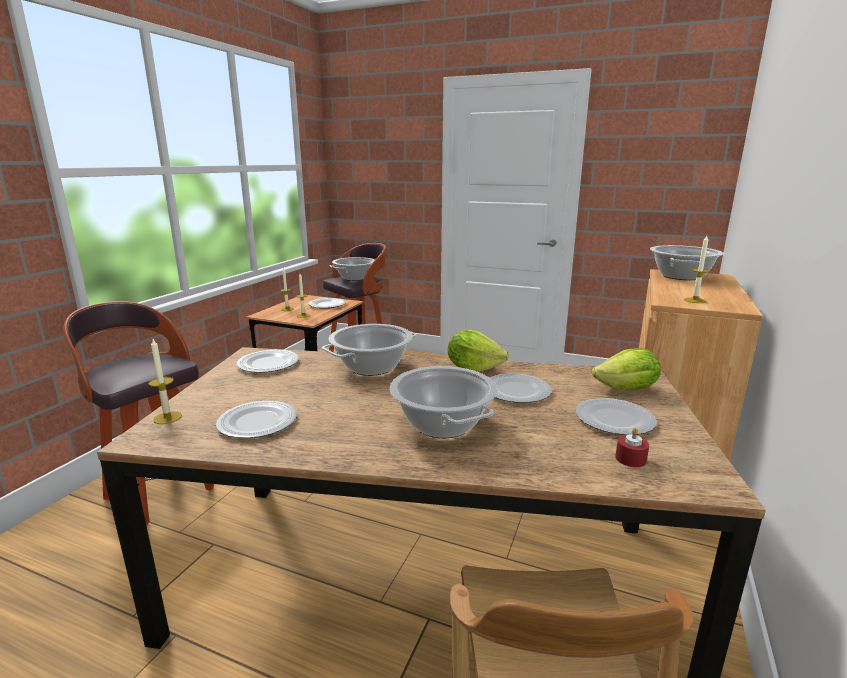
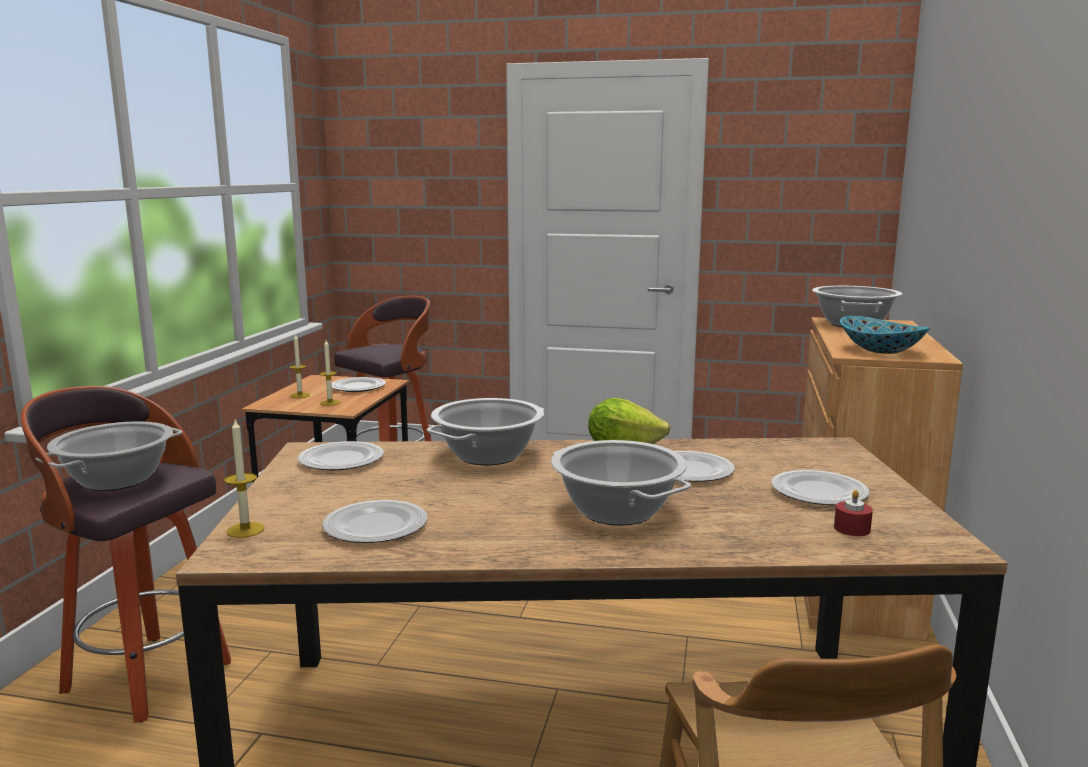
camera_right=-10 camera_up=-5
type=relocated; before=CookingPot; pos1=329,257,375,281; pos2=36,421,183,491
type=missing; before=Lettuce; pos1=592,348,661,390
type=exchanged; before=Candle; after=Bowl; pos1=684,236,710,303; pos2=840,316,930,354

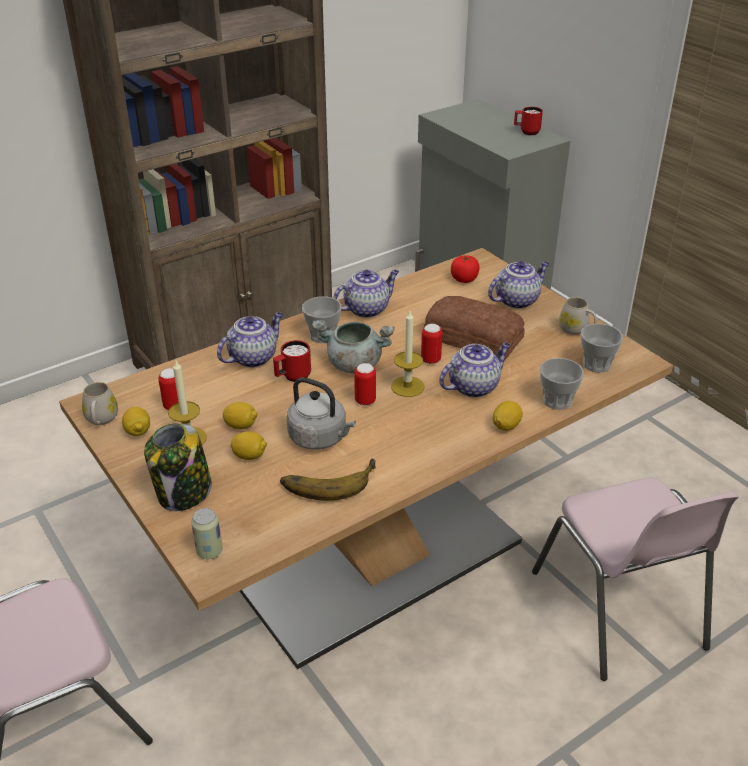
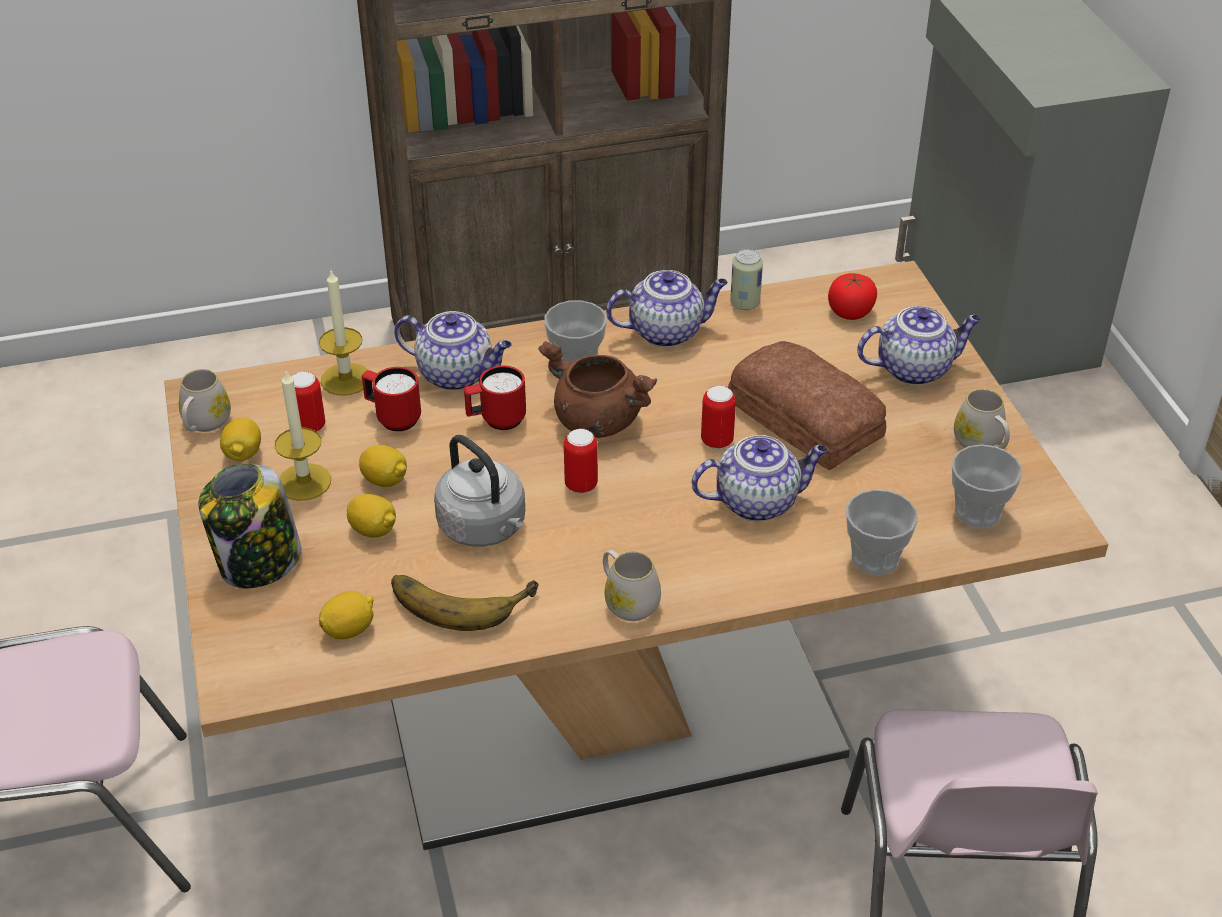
camera_right=20 camera_up=5
type=relocated; before=Can; pos1=191,508,222,559; pos2=730,249,763,310
type=spun; before=Teapot; pos1=217,312,283,368; pos2=394,311,512,391; turn=45
type=colour; before=GreyCookingPot; after=BrownCookingPot; pos1=312,320,395,373; pos2=539,341,657,438
type=relocated; before=Candle; pos1=391,311,425,397; pos2=319,271,368,396
type=relocated; before=Lemon; pos1=493,401,523,431; pos2=319,591,373,639
type=relocated; before=RedMug; pos1=514,107,543,135; pos2=362,367,421,431
type=appeared; after=WhiteMug; pos2=603,550,661,621

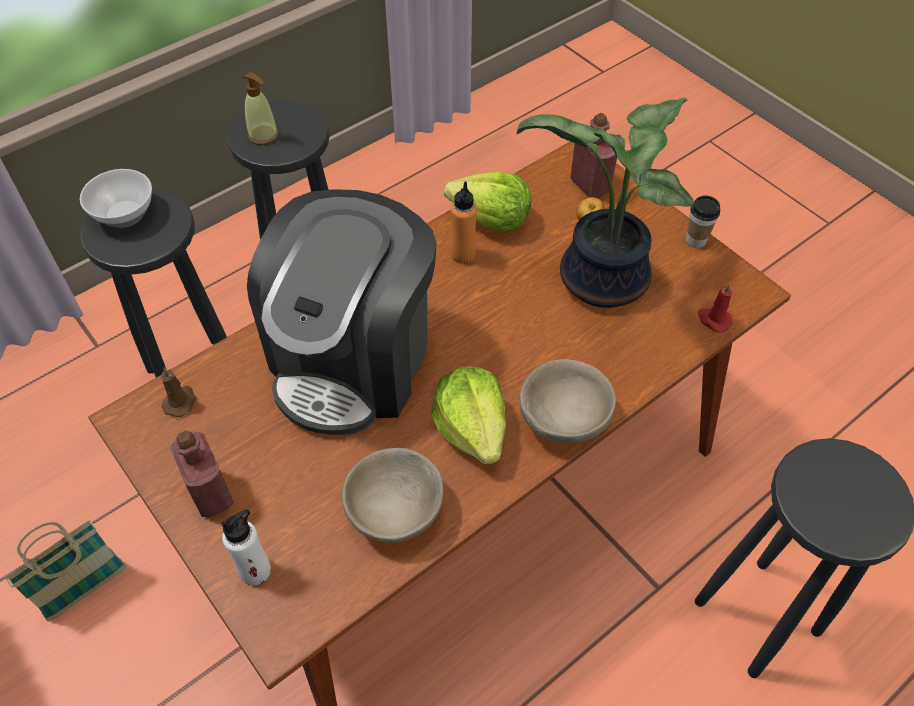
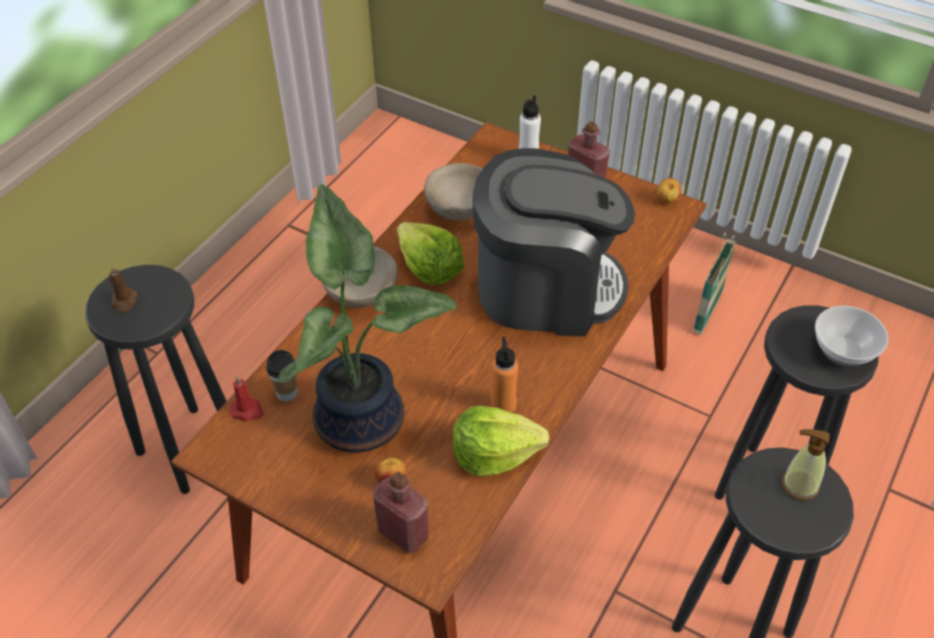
camera_right=160 camera_up=-5
type=relocated; before=BrownCandle; pos1=161,367,196,417; pos2=109,265,138,313
type=spun; before=CoffeeMachine; pos1=247,189,437,435; pos2=473,148,635,337; turn=90
type=relocated; before=Cup; pos1=686,195,720,248; pos2=266,350,297,402
type=appeared; after=Apple; pos2=657,178,682,204

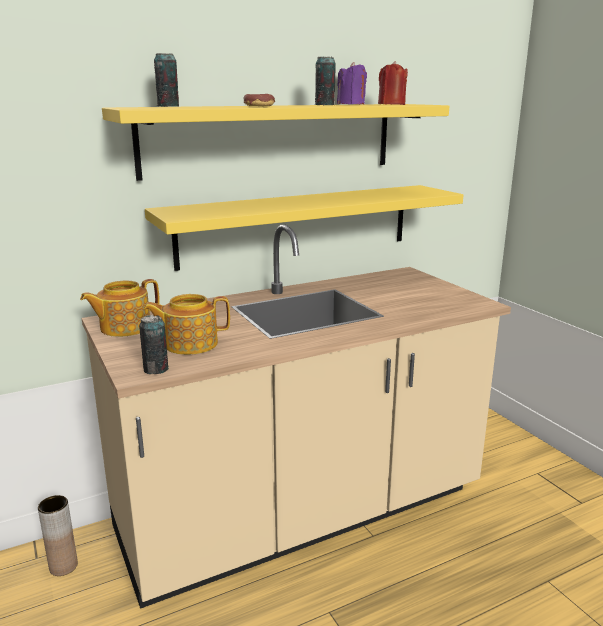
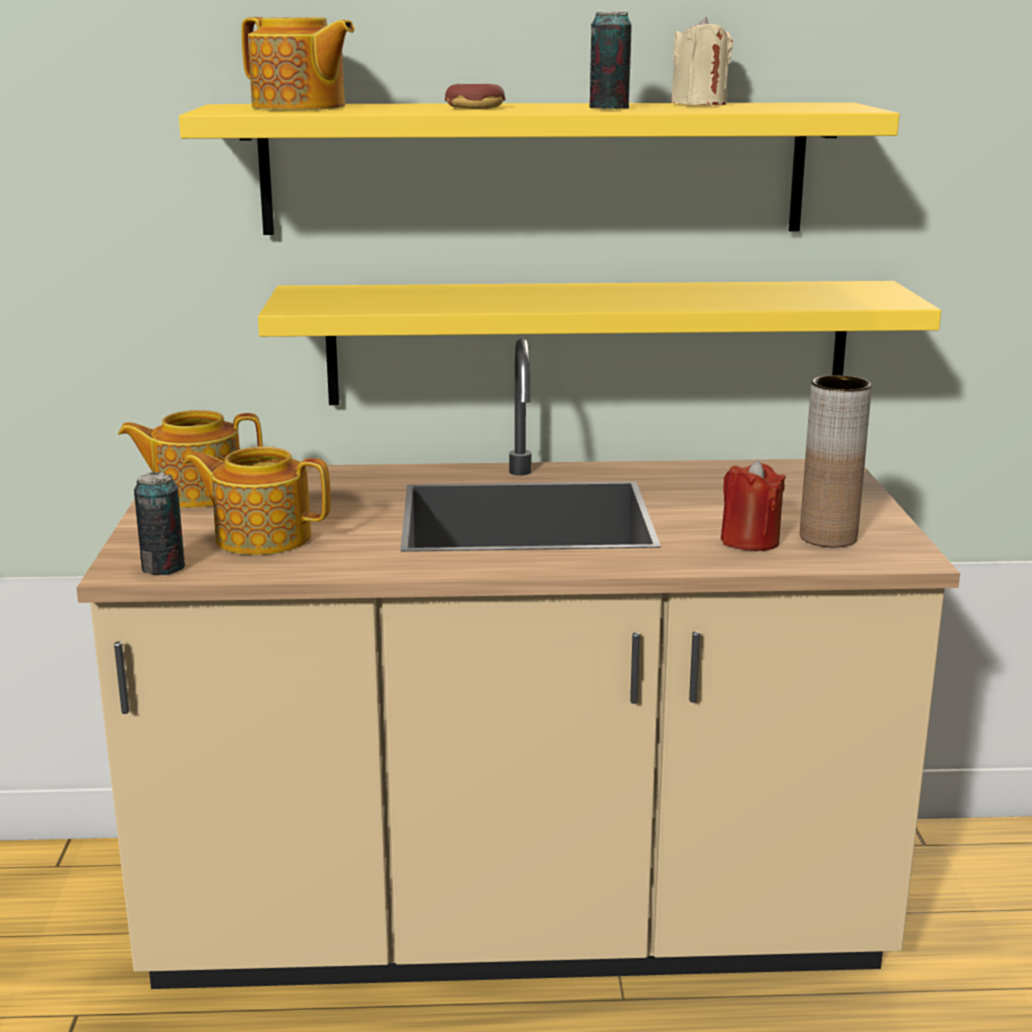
camera_right=25 camera_up=0
type=relocated; before=BrownVase; pos1=38,495,78,576; pos2=800,375,872,547
type=exchanged; before=Can; after=Teapot; pos1=154,53,179,107; pos2=241,17,355,110
type=colour; before=PurpleCandle; after=BeigeCandle; pos1=337,62,367,104; pos2=671,17,733,105
type=relocated; before=RedCandle; pos1=378,61,408,105; pos2=721,459,786,551

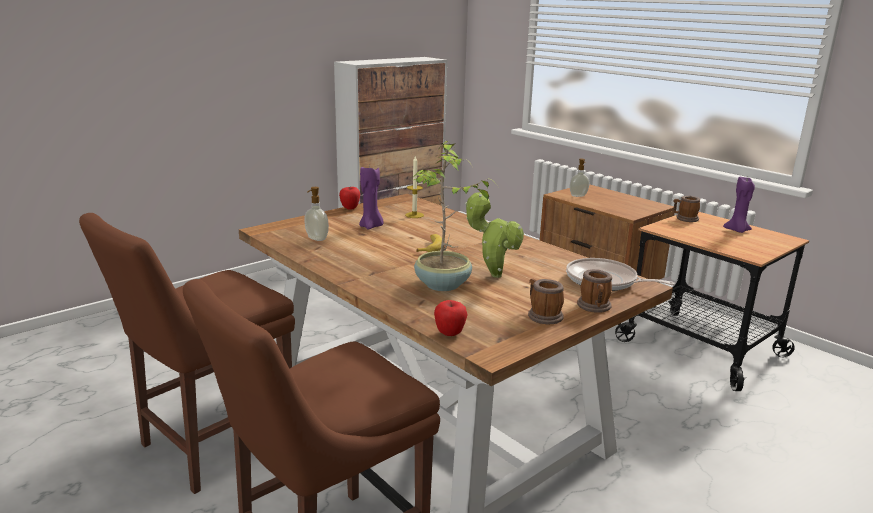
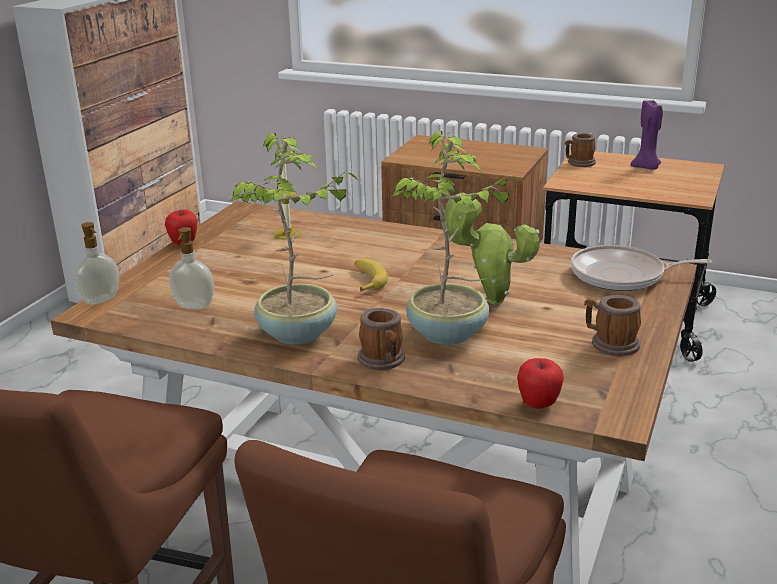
camera_right=-25 camera_up=5
type=missing; before=PurpleCandle; pos1=359,167,384,230
type=relocated; before=SoapDispenser; pos1=570,159,589,197; pos2=74,222,119,305
type=relocated; before=Mug; pos1=577,269,612,313; pos2=358,308,405,370
type=appeared; after=PottedPlant; pos2=230,133,357,345

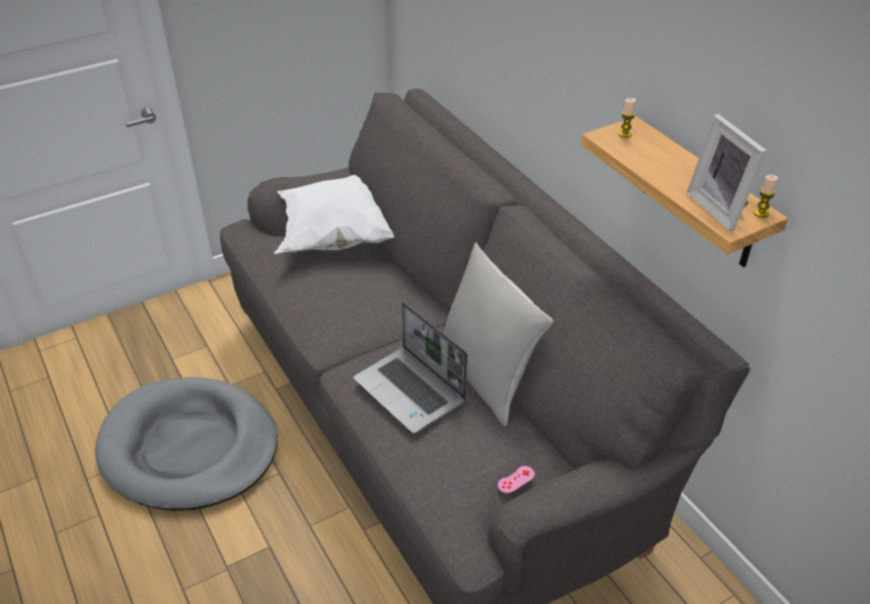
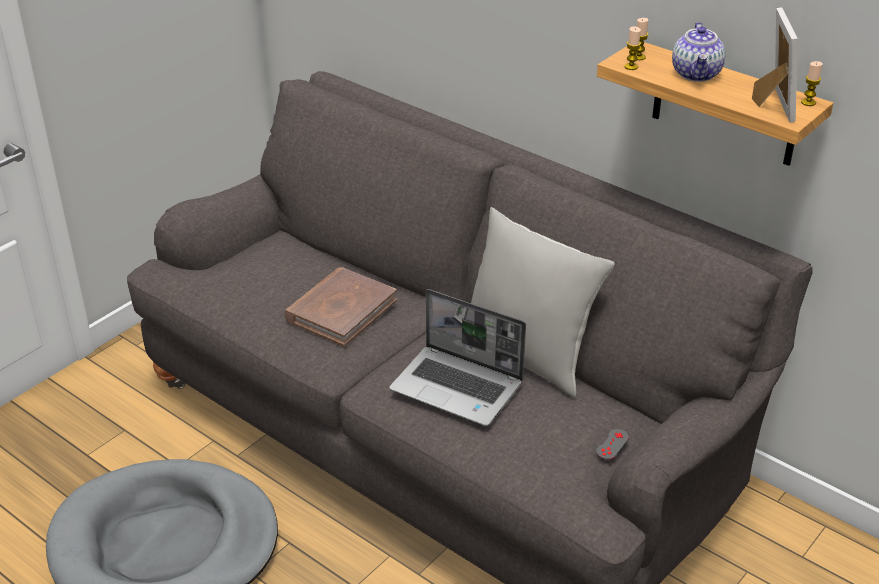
camera_right=-20 camera_up=-5
type=missing; before=WhitePillow; pos1=274,175,394,254
type=colour; before=PinkGameController; after=GreyGameController; pos1=498,466,535,493; pos2=596,429,629,460
type=spun; before=PictureFrame; pos1=686,114,767,232; pos2=752,7,798,123; turn=-135
type=appeared; after=BrownBook; pos2=284,267,397,347
type=appeared; after=Candle; pos2=624,26,641,70
type=appeared; after=Teapot; pos2=672,22,725,82

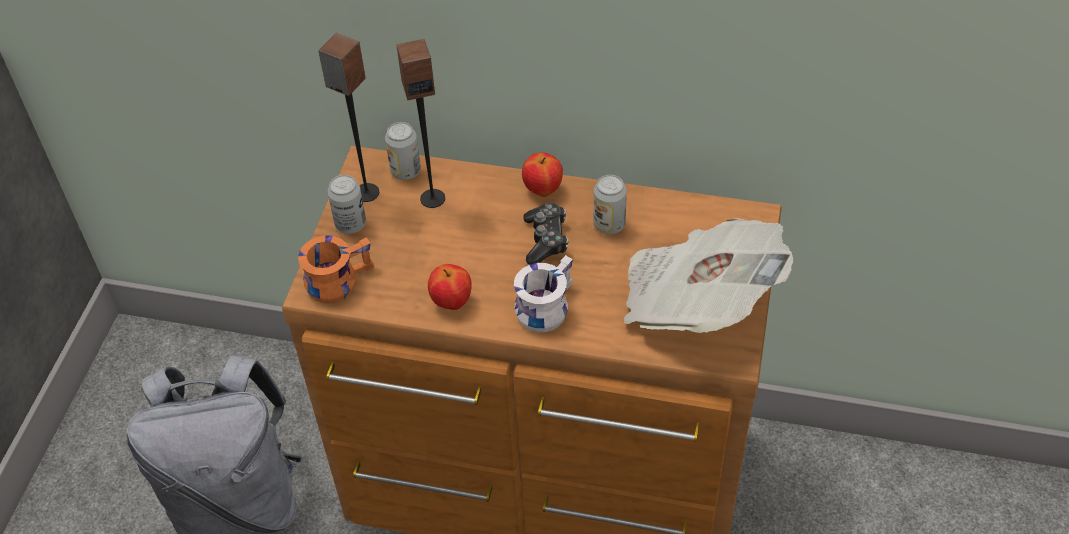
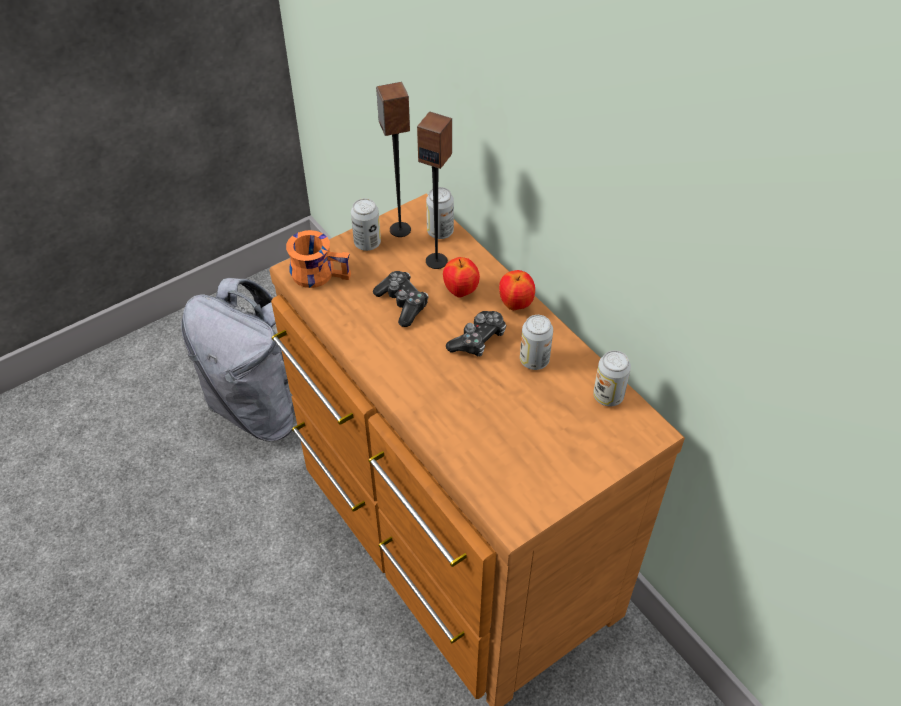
camera_right=40 camera_up=0
type=relocated; before=Apple; pos1=428,264,472,310; pos2=443,257,480,297
type=missing; before=WhiteMug; pos1=514,255,573,332
type=missing; before=Newspaper; pos1=624,218,793,333
type=appeared; after=GameController; pos2=373,271,428,327
type=appeared; after=Can; pos2=593,350,631,406

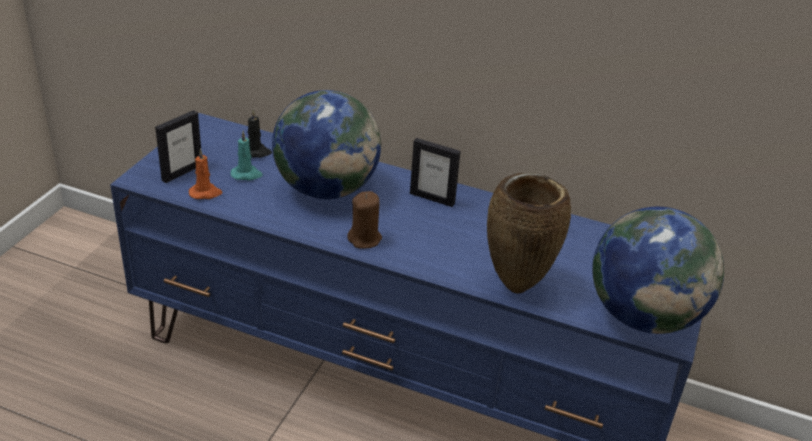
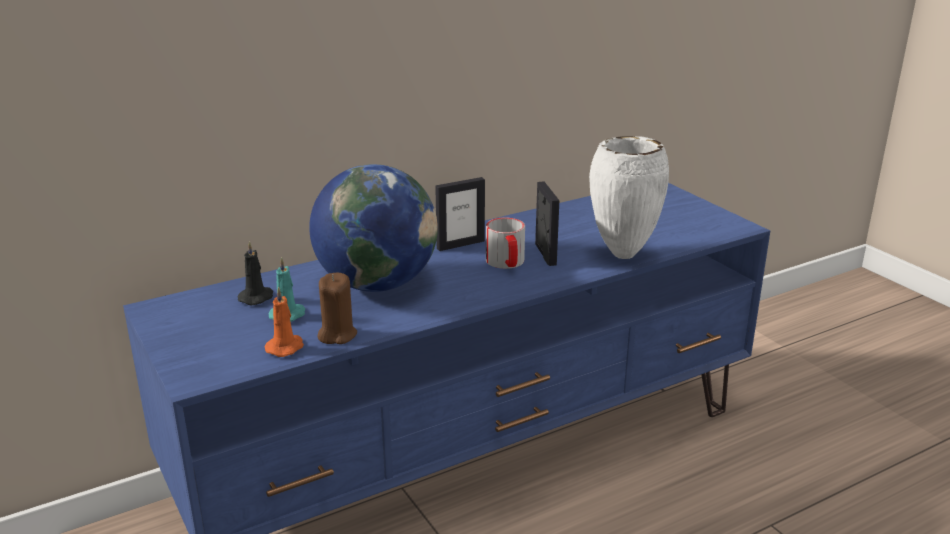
camera_right=-50 camera_up=-10
type=relocated; before=PictureFrame; pos1=155,110,201,183; pos2=535,182,559,266
type=relocated; before=BrownCandle; pos1=347,191,382,249; pos2=318,273,357,344
type=colour; before=BrownVase; after=WhiteVase; pos1=487,173,571,294; pos2=589,136,669,259
type=missing; before=Globe; pos1=592,207,724,334
type=appeared; after=Mug; pos2=486,218,525,269

